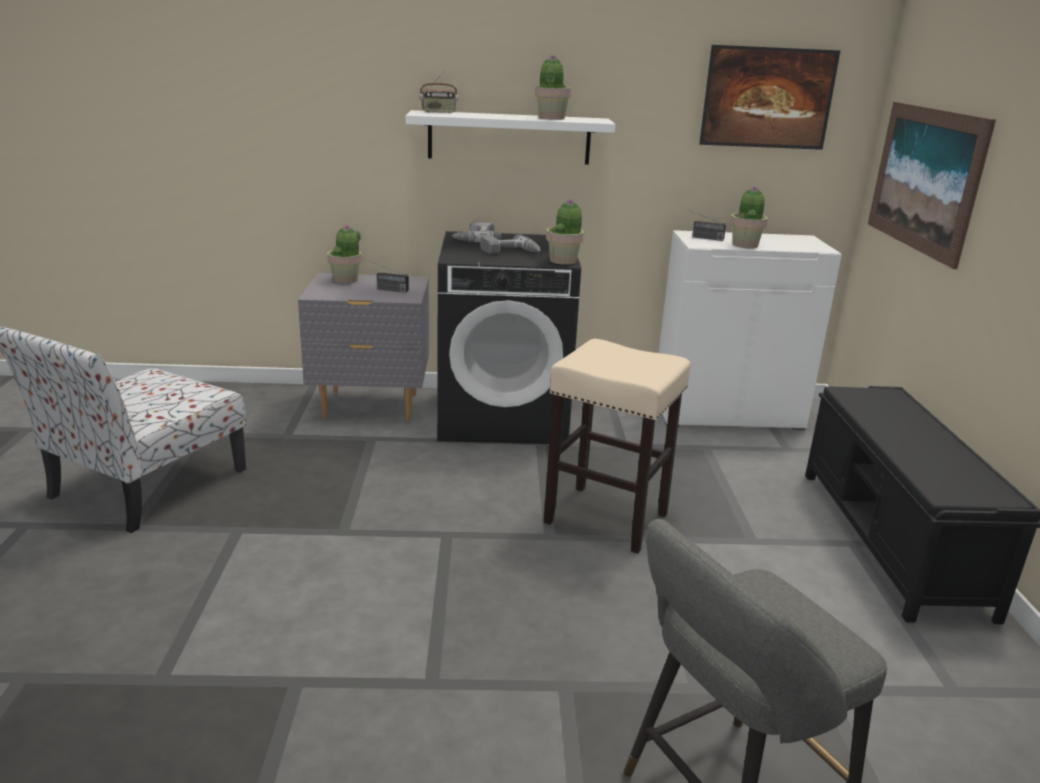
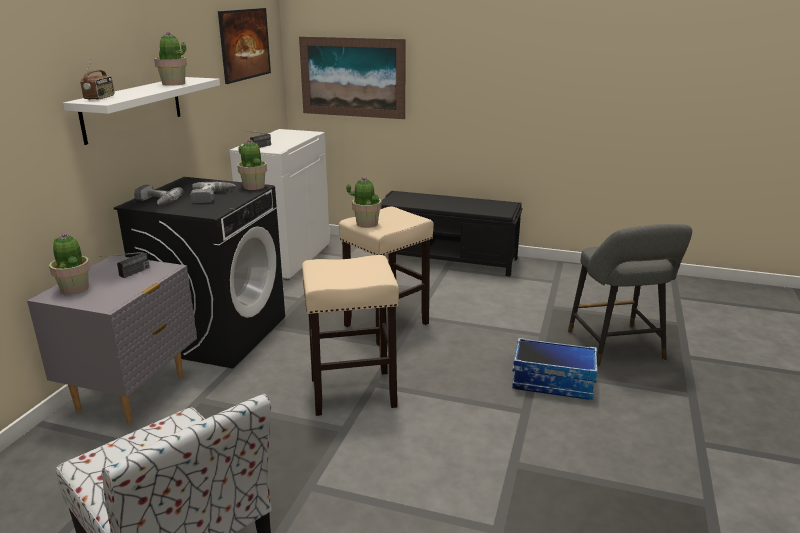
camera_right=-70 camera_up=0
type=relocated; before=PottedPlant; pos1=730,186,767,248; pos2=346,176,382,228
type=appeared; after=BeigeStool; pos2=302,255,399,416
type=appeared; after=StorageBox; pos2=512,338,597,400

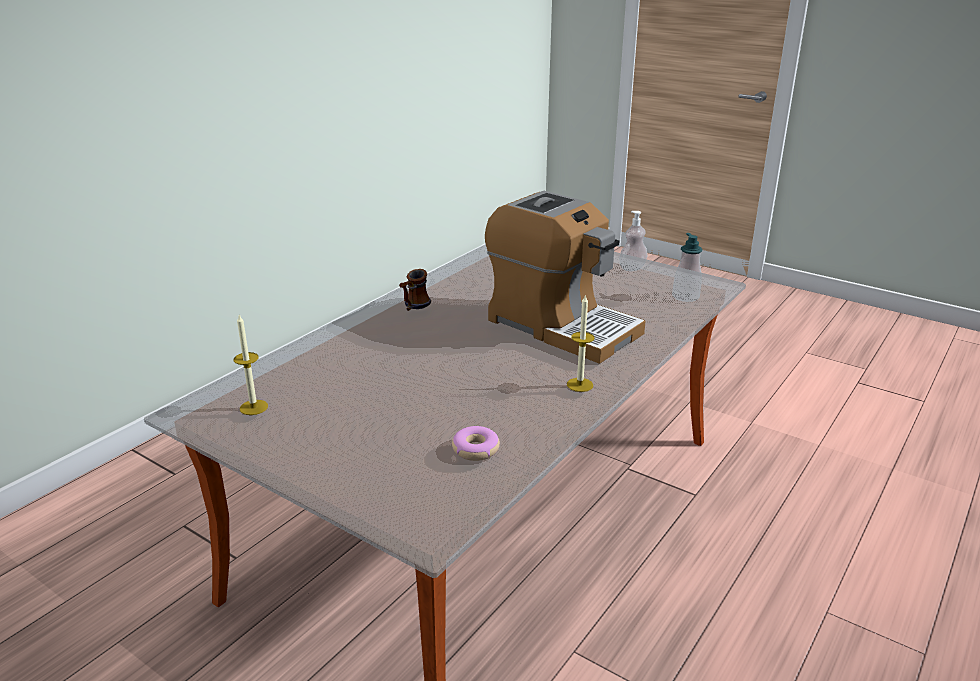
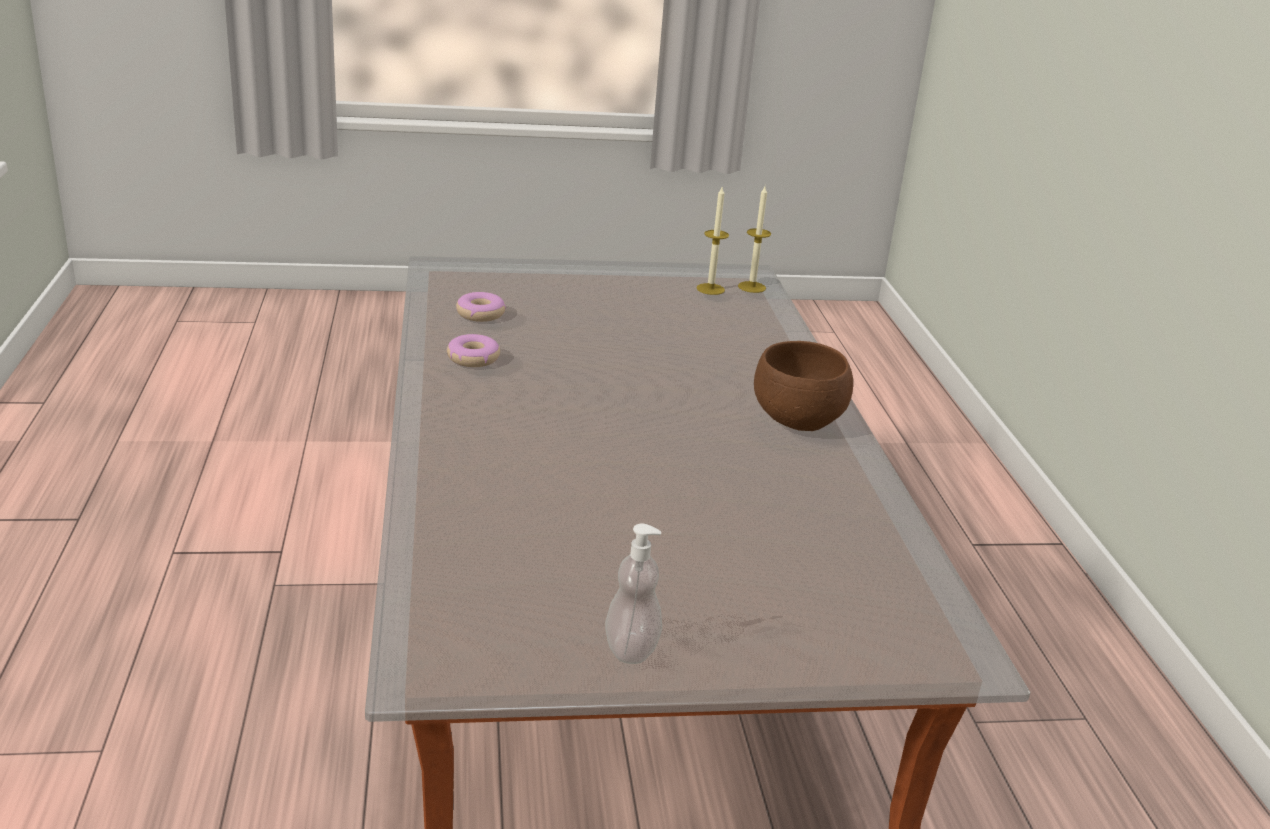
camera_right=135 camera_up=0
type=exchanged; before=Mug; after=BrownBowl; pos1=399,269,431,311; pos2=754,341,853,431
type=missing; before=CoffeeMachine; pos1=485,191,646,364
type=relocated; before=Candle; pos1=567,294,594,392; pos2=738,186,771,293
type=missing; before=SoapDispenser; pos1=672,233,702,302
type=appeared; after=Donut; pos2=447,334,500,367

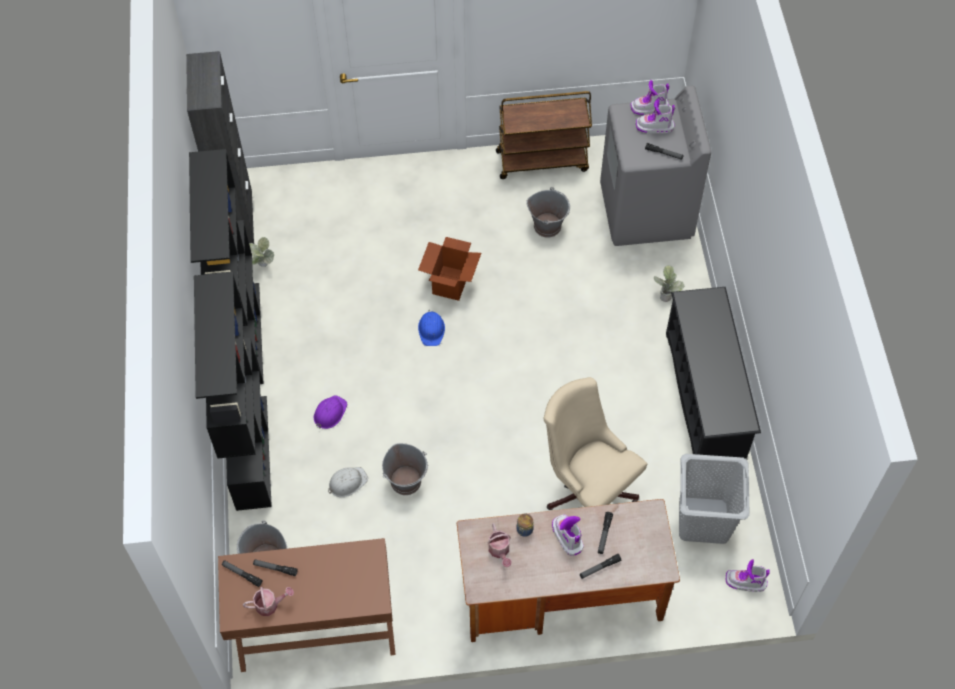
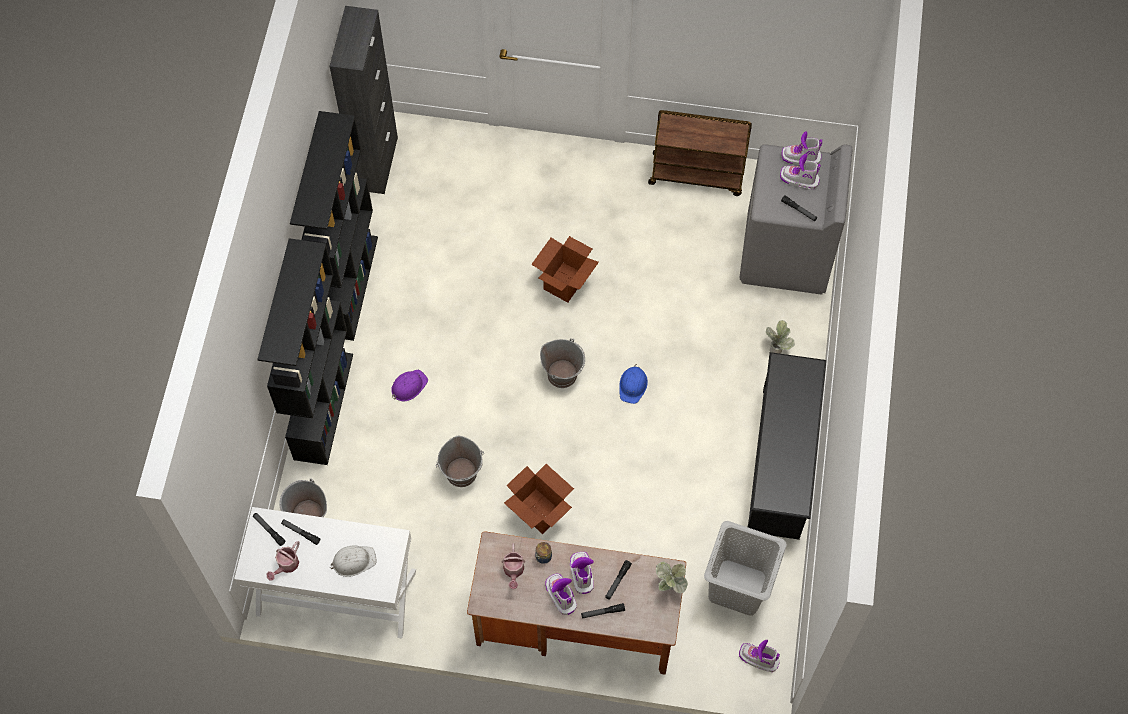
camera_right=15 camera_up=5
type=colour; before=BrownDesk; after=WhiteDesk; pos1=218,538,395,672; pos2=234,507,416,639
type=spun; before=WateringCan; pos1=243,587,294,616; pos2=267,541,300,581; turn=120
type=relocated; before=PottedPlant; pos1=249,237,274,267; pos2=656,561,688,594
type=relocated; before=WhiteHardHat; pos1=328,467,368,497; pos2=330,546,377,577
type=relocated; before=BlueHardHat; pos1=418,310,445,346; pos2=619,364,648,404
type=relocated; before=GreyBucket; pos1=526,187,570,237; pos2=540,339,585,388
type=missing; before=BeigeOfficeChair; pos1=543,377,647,510
type=appeared; after=CardboardBox; pos2=504,464,574,534
type=appeared; after=Boot; pos2=545,573,577,615

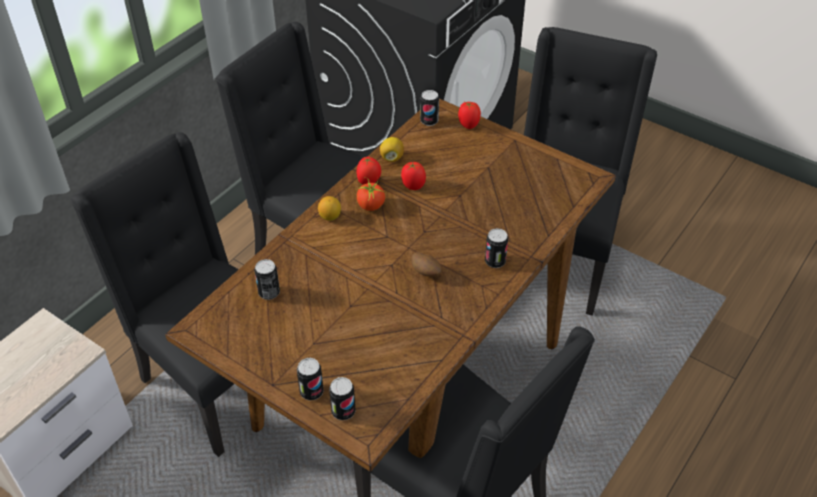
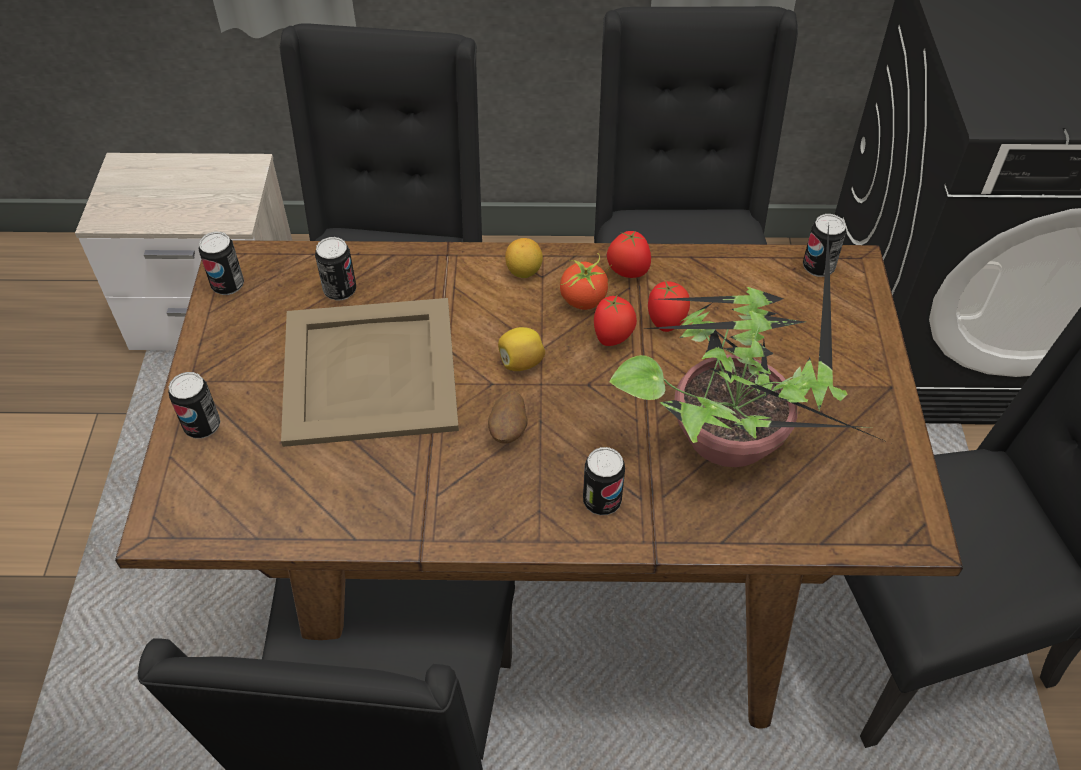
camera_right=55 camera_up=5
type=relocated; before=Can; pos1=329,377,356,420; pos2=198,232,244,295
type=relocated; before=Lemon; pos1=380,137,404,162; pos2=498,327,545,371
type=relocated; before=Tomato; pos1=458,102,481,129; pos2=594,294,637,346
type=appeared; after=BeigeTray; pos2=281,298,459,447
type=appeared; after=PottedPlant; pos2=610,222,889,467

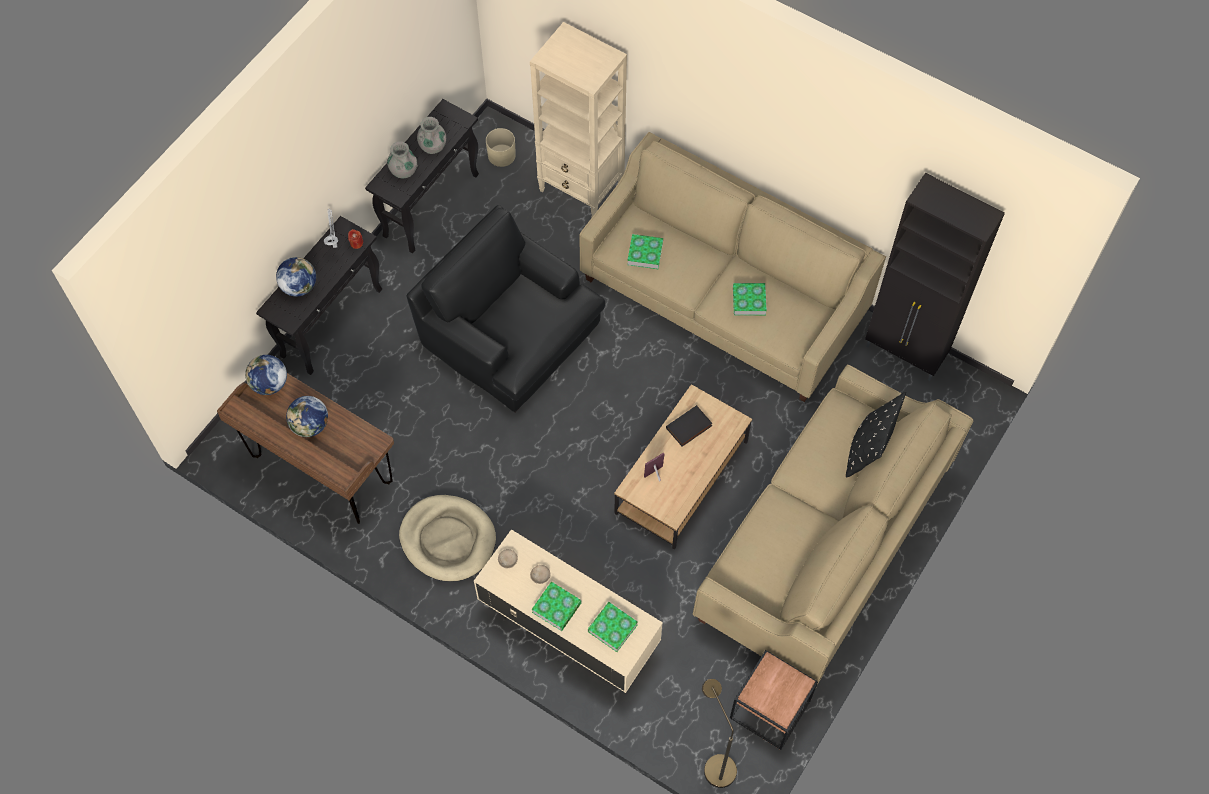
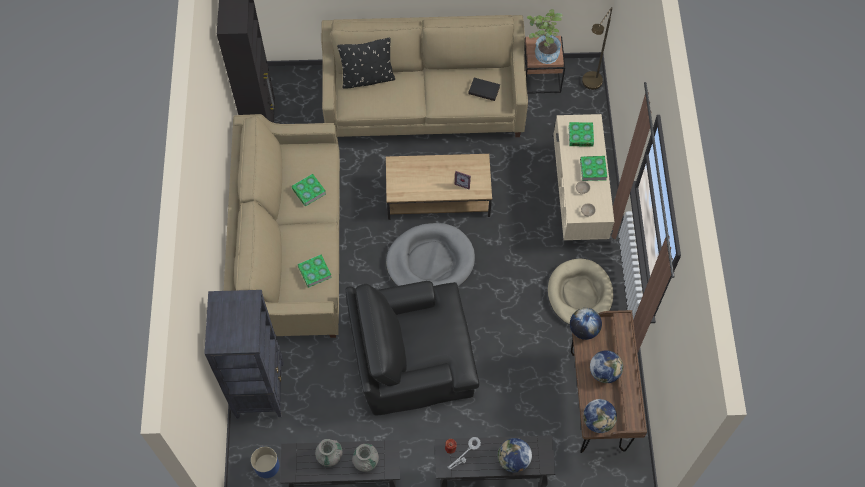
camera_right=-125 camera_up=0
type=spun; before=BlackArmchair; pos1=406,205,605,412; pos2=346,281,479,415; turn=75
type=colour; before=BeigePlanter; after=BluePlanter; pos1=486,128,516,167; pos2=251,446,279,478
type=colour; before=BeigeBookcase; after=BlackBookcase; pos1=530,22,627,218; pos2=204,290,283,419
type=relocated; before=BlackBook; pos1=666,405,712,447; pos2=468,77,500,101
type=appeared; after=GreyDogBed; pos2=386,223,475,286
type=appeared; after=PottedPlant; pos2=527,9,563,64
type=appeared; after=Globe; pos2=570,308,602,340

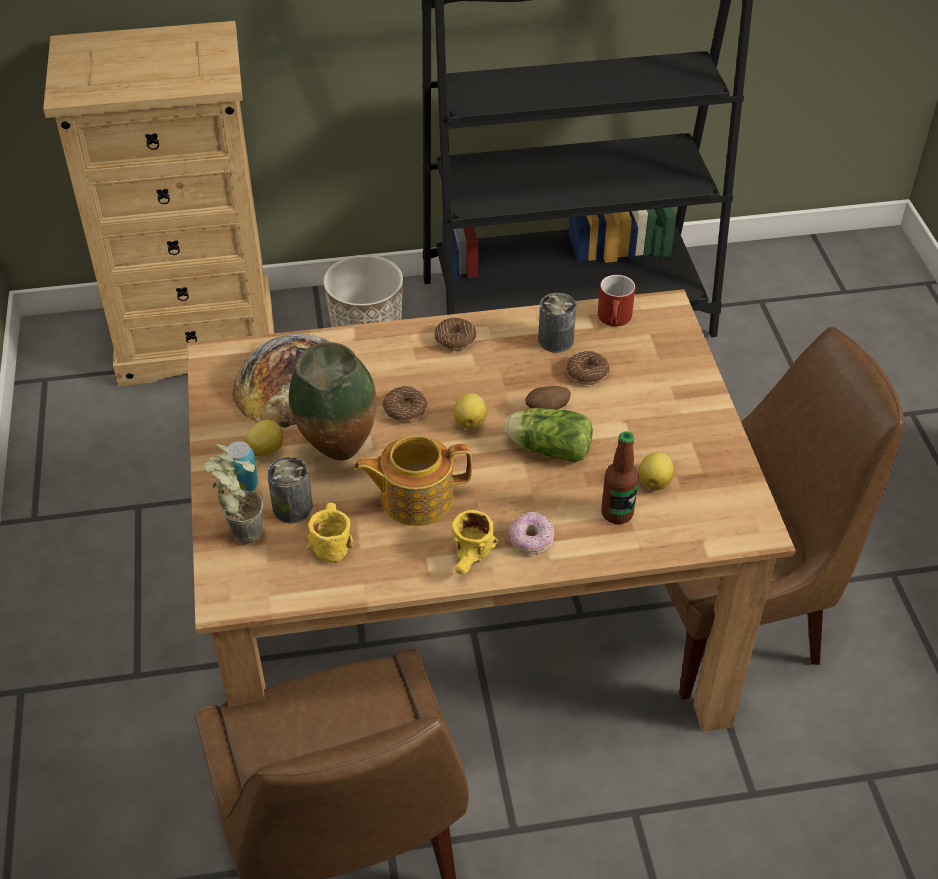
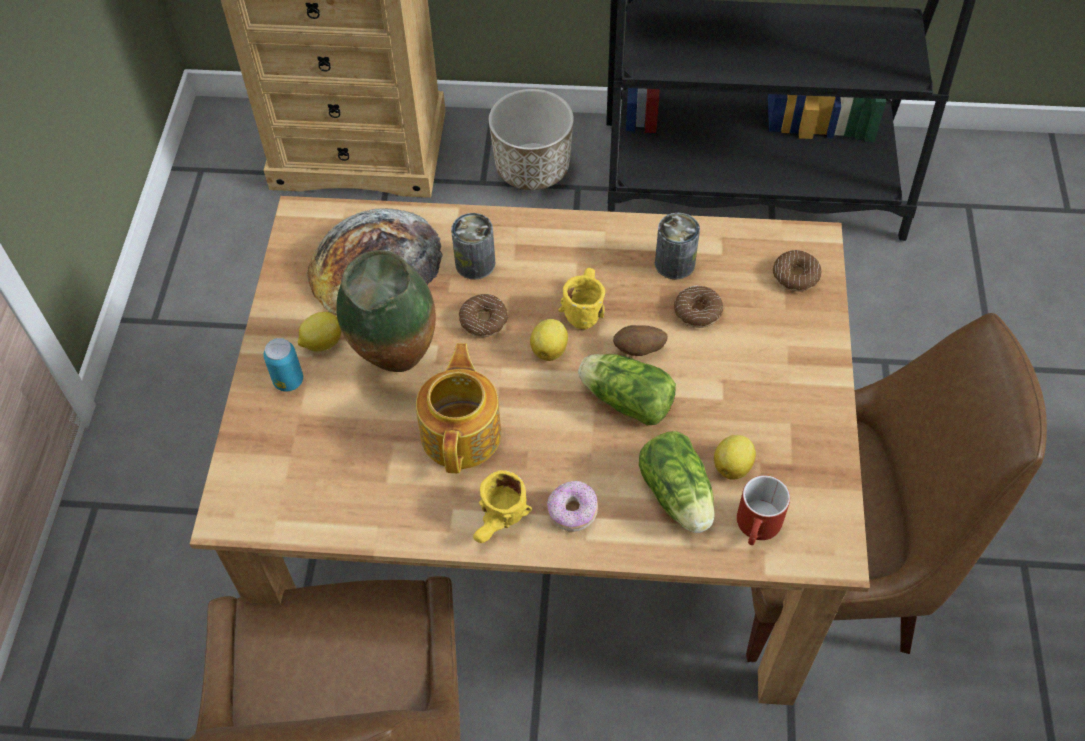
camera_right=15 camera_up=10
type=missing; before=PottedPlant; pos1=203,444,263,544
type=relocated; before=Can; pos1=267,457,313,523; pos2=451,213,495,280
type=relocated; before=YellowMug; pos1=307,503,353,563; pos2=558,268,605,329
type=spun; before=Teapot; pos1=354,435,472,526; pos2=416,343,501,473; turn=90
type=relocated; before=Donut; pos1=434,318,476,351; pos2=773,250,822,292
type=relocated; before=RedMug; pos1=598,275,635,326; pos2=737,475,790,545
type=exchanged; before=Bottle; after=Lettuce; pos1=601,431,639,524; pos2=639,431,715,533

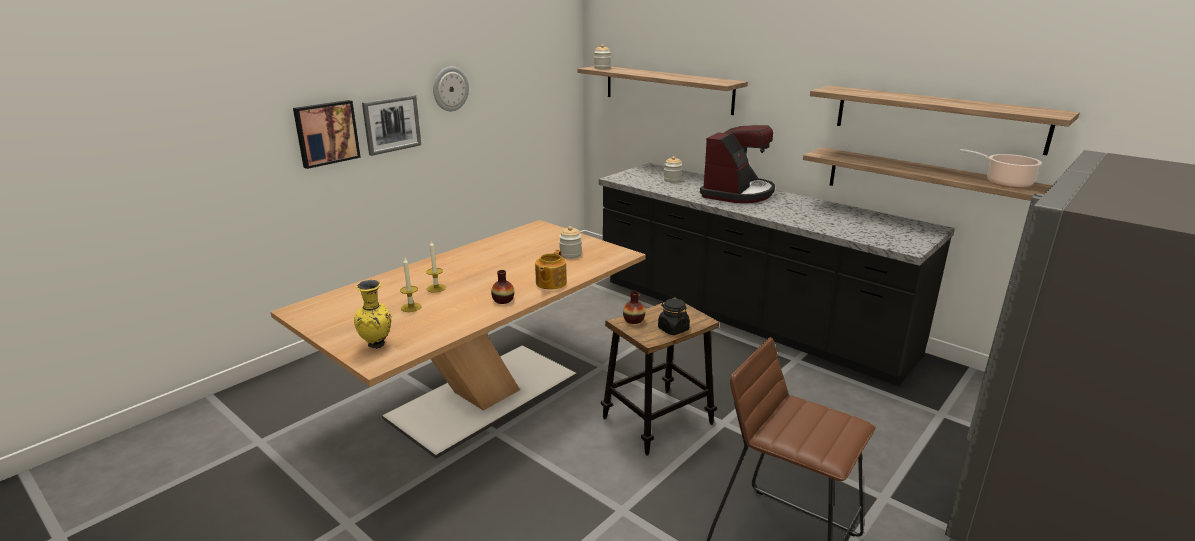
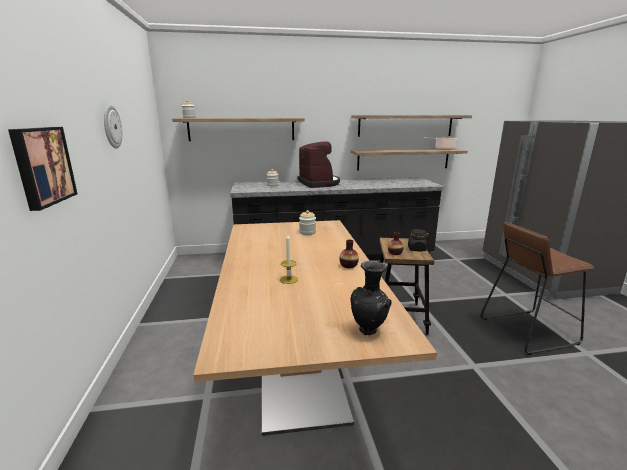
camera_right=-50 camera_up=-5
type=colour; before=YellowVase; after=BlackVase; pos1=354,280,391,349; pos2=350,261,392,335
type=missing; before=Picture; pos1=362,95,421,156
type=missing; before=Candle; pos1=400,258,421,312
type=missing; before=Teapot; pos1=535,250,567,289

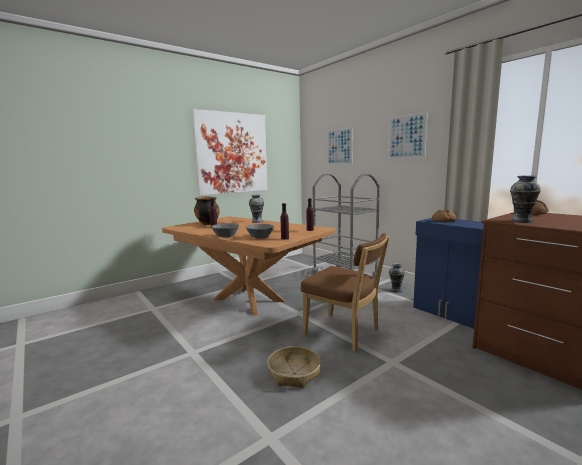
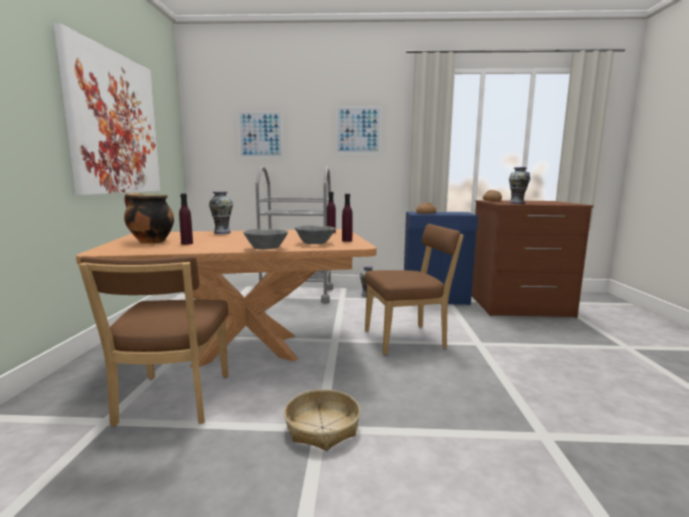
camera_right=-50 camera_up=0
type=relocated; before=Basket; pos1=267,346,321,388; pos2=284,389,360,451
type=appeared; after=BrownChair; pos2=78,256,228,427

